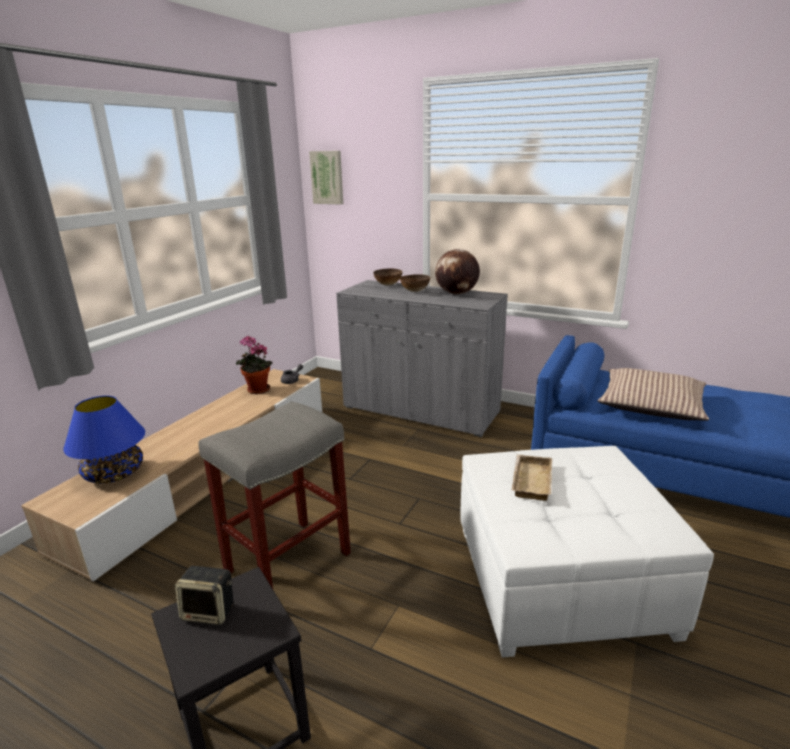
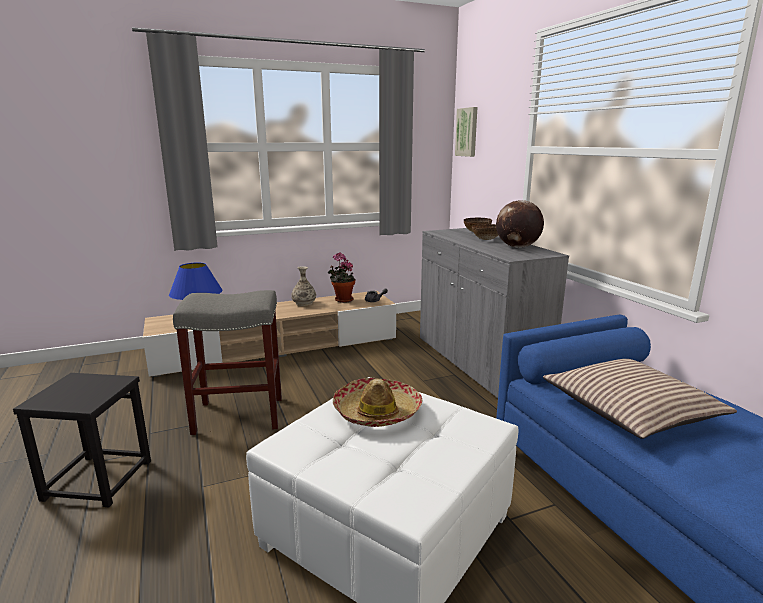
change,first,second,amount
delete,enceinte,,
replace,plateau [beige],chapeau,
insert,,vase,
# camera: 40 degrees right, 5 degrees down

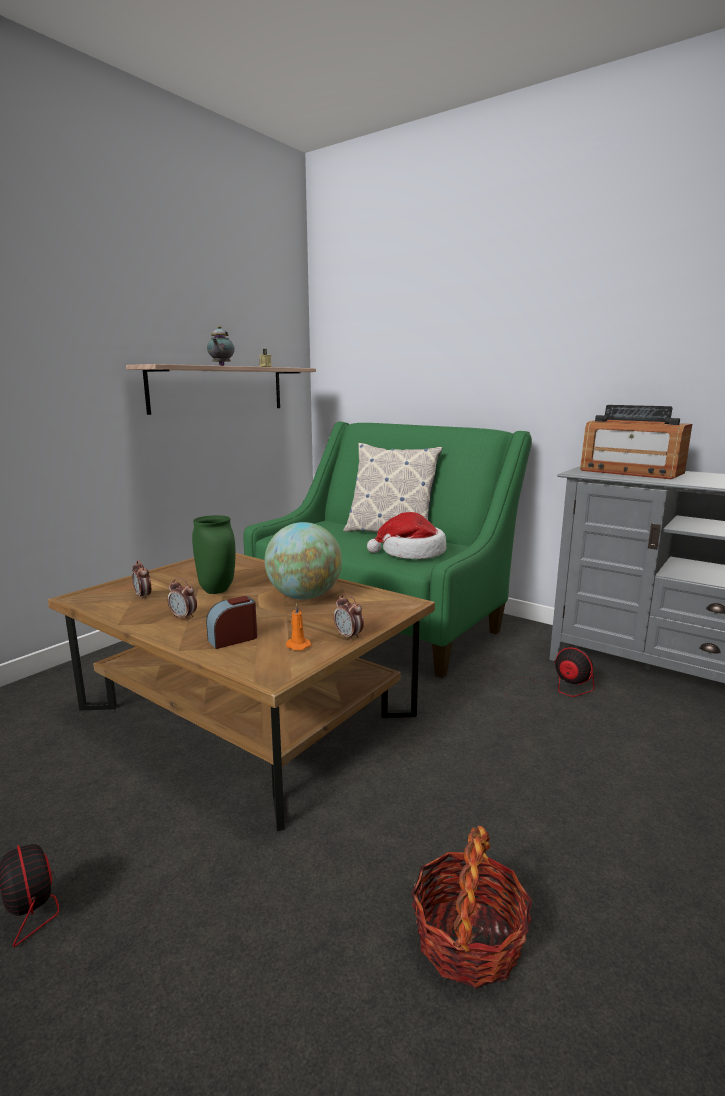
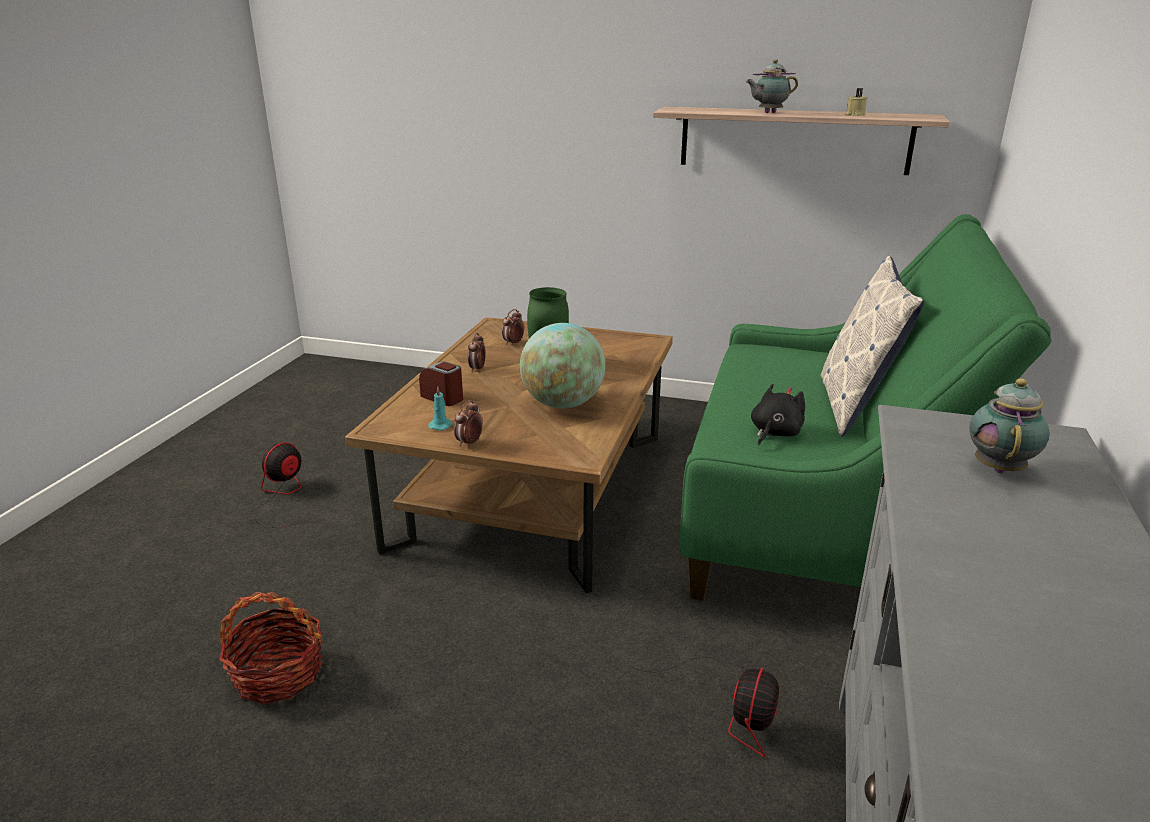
change,first,second,amount
recolor,bougie [orange],bougie [turquoise],
replace,chapeau,peluche [noir],
replace,radio,théière (2nd from left),
# camera: 70 degrees right, 10 degrees up

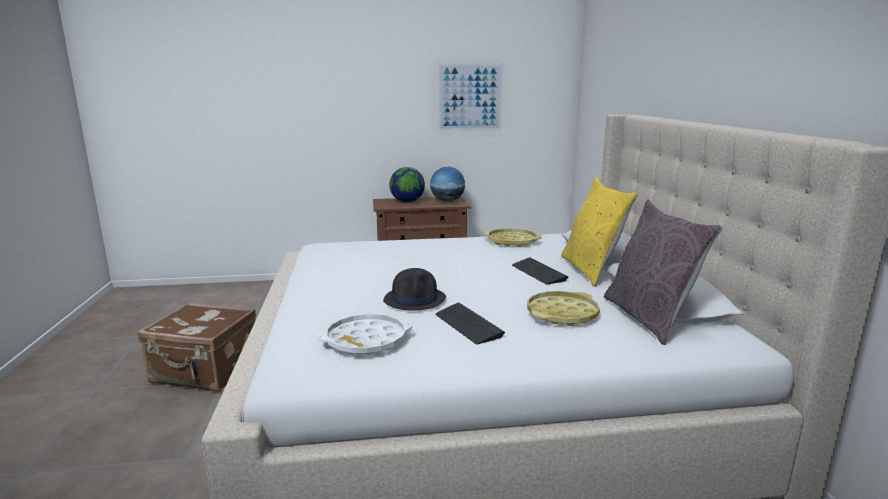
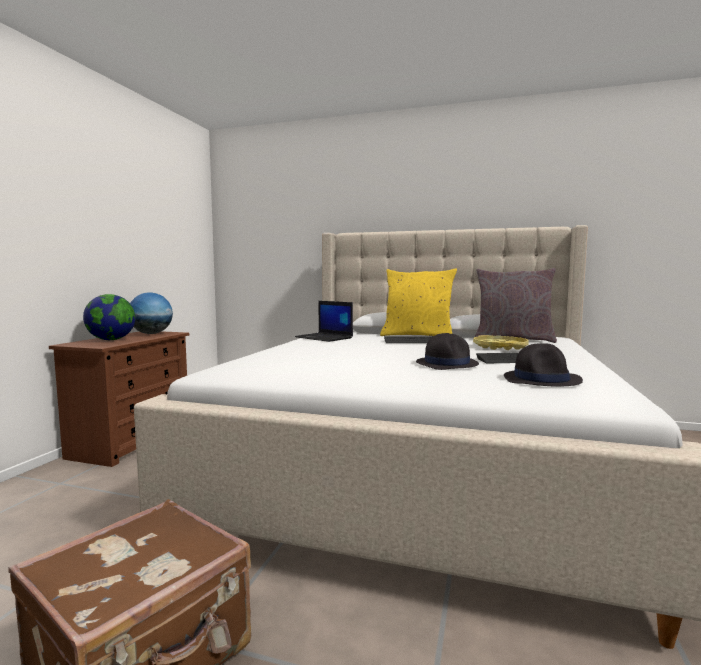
change,first,second,amount
replace,plateau [blanc],chapeau [noir] (2nd from left),
delete,tableau,,
replace,plateau [jaune] (1st from left),ordinateur portable,
# camera: 65 degrees left, 10 degrees down

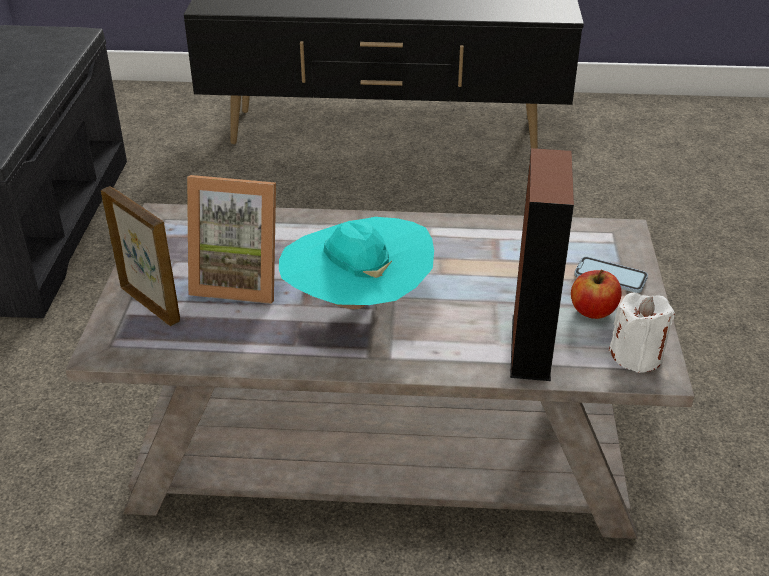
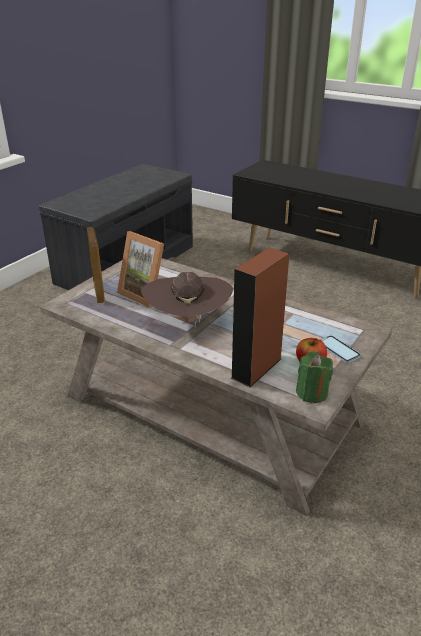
change,first,second,amount
recolor,chapeau [turquoise],chapeau [marron],
recolor,bougie [blanc],bougie [vert],
# camera: 30 degrees right, 5 degrees down

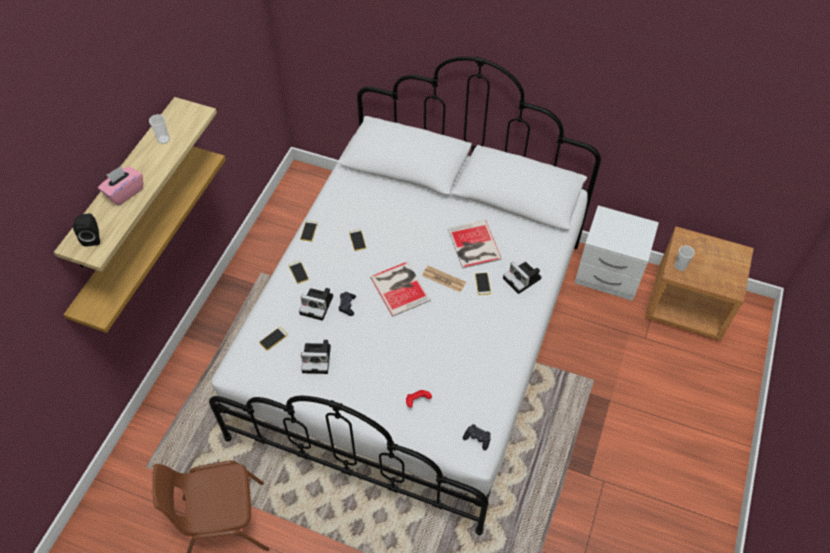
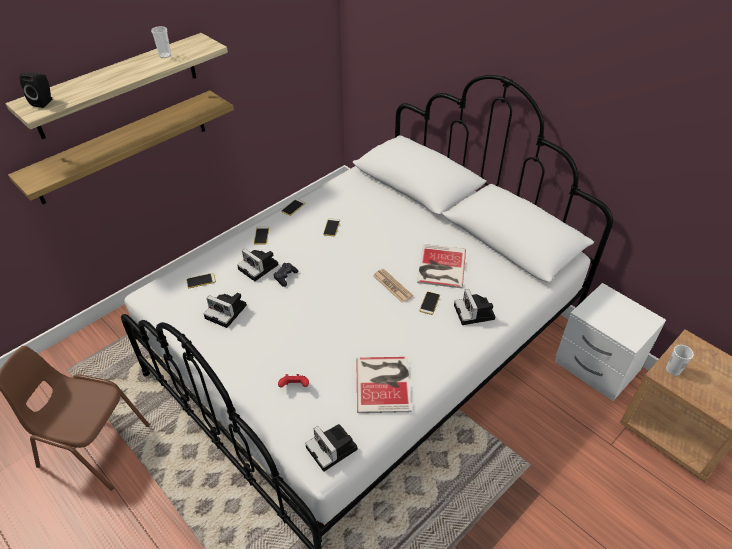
change,first,second,amount
delete,boîte à mouchoirs [rose],,
move,livre (1st from left),,
replace,manette [noir] (2nd from left),appareil photo (3rd from left),
# camera: 25 degrees right, 10 degrees down

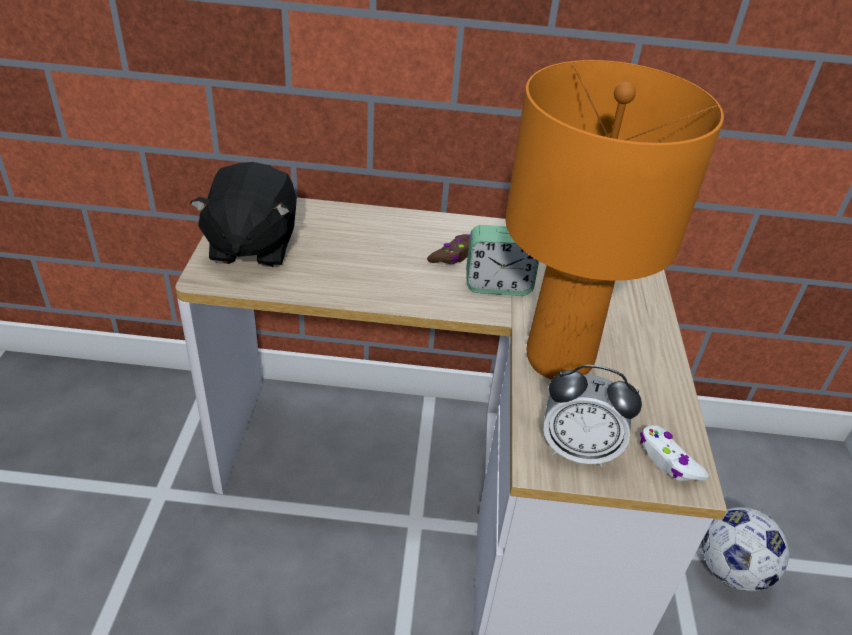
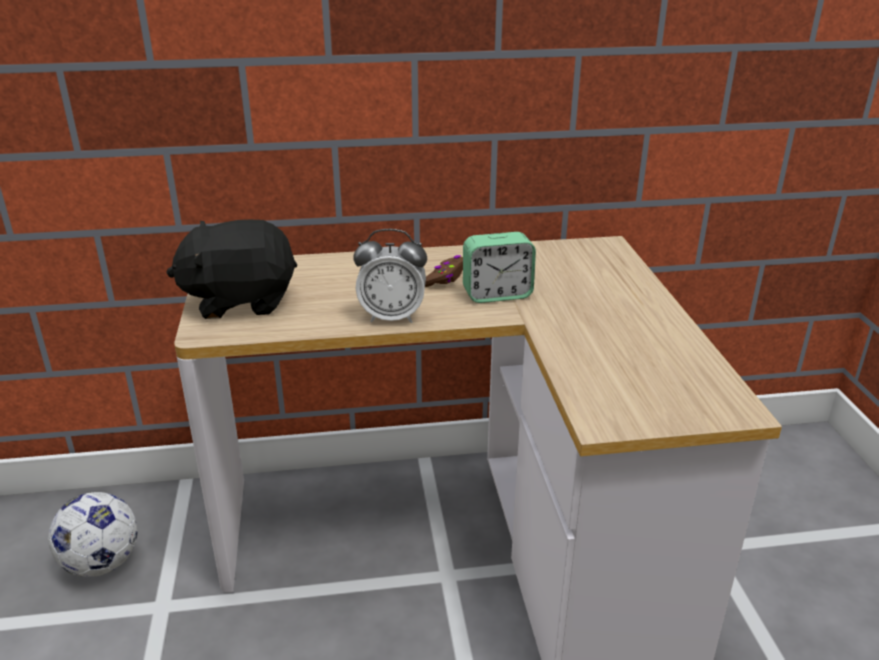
change,first,second,amount
rotate,peluche [noir],,90 degrees clockwise
delete,lampe de table [orange],,
move,réveil (2nd from left in the first image),réveil (1st from left),
delete,manette [blanc],,
move,ballon de foot,,
# camera: 10 degrees left, 10 degrees down

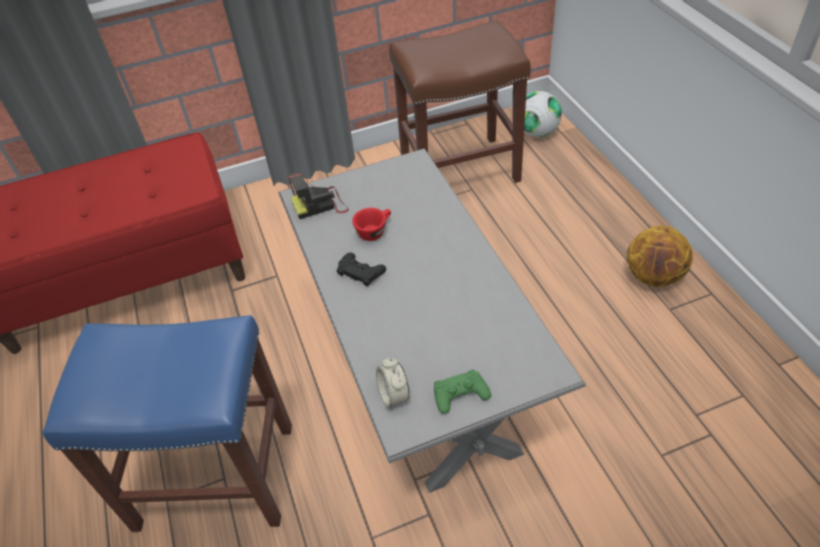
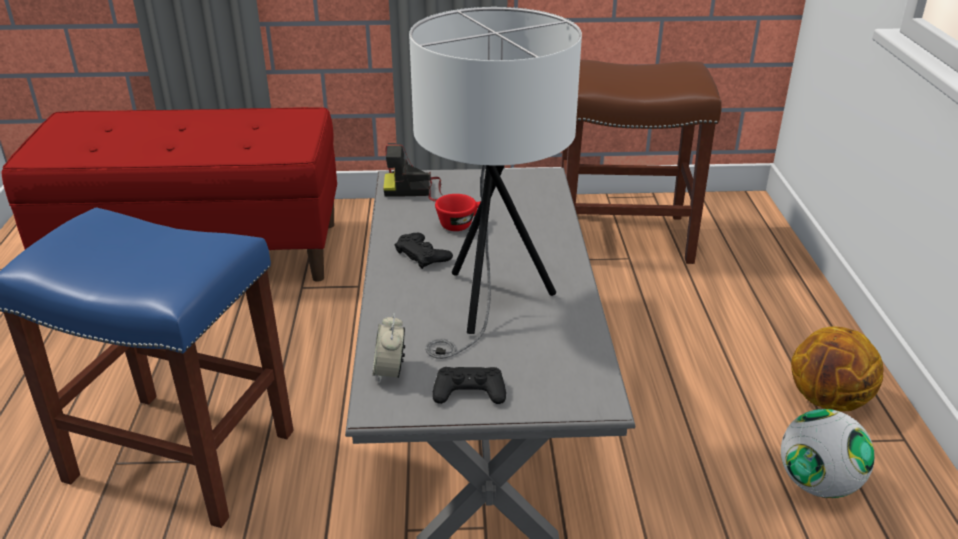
change,first,second,amount
recolor,manette [vert],manette [noir] (2nd from left),
move,ballon de foot,,
insert,,lampe de table [blanc],
# camera: 15 degrees right, 15 degrees down

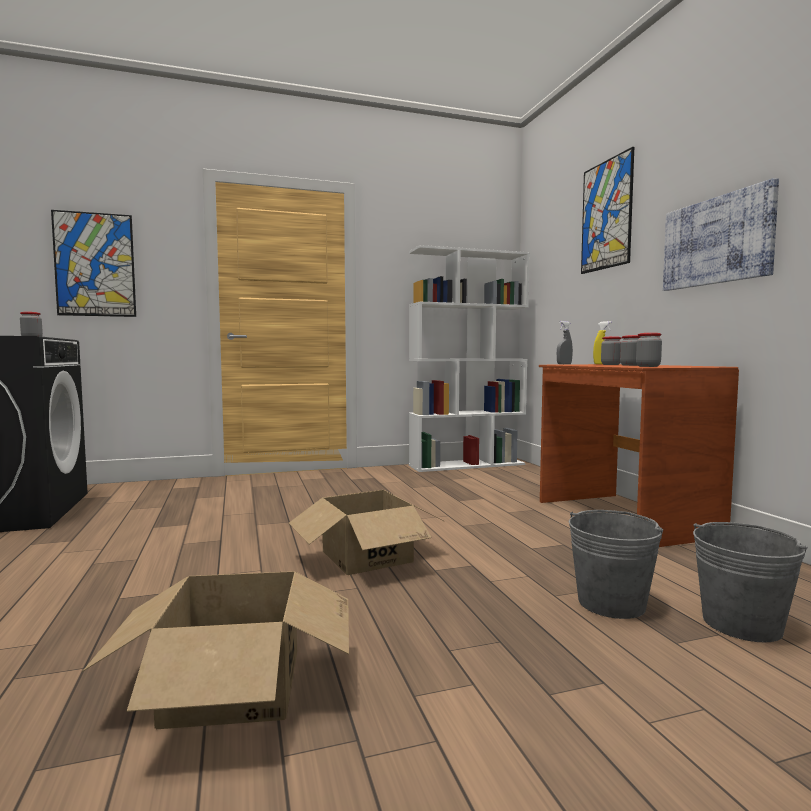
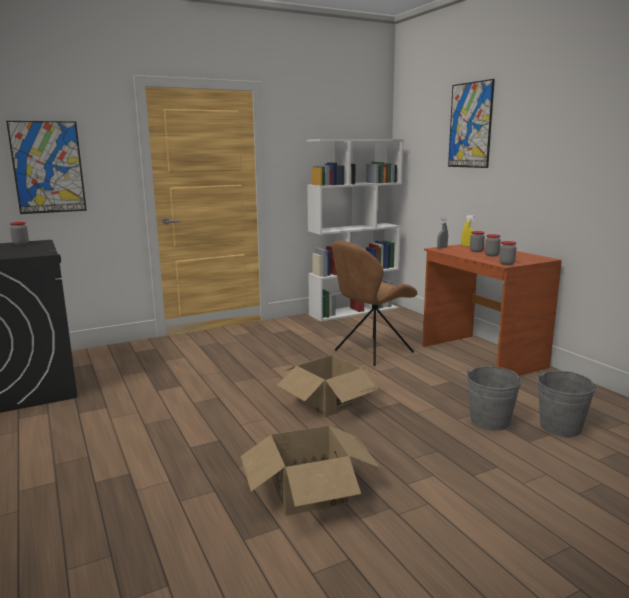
change,first,second,amount
delete,tableau (3rd from left),,
insert,,chaise [marron],
# camera: 10 degrees left, 10 degrees up

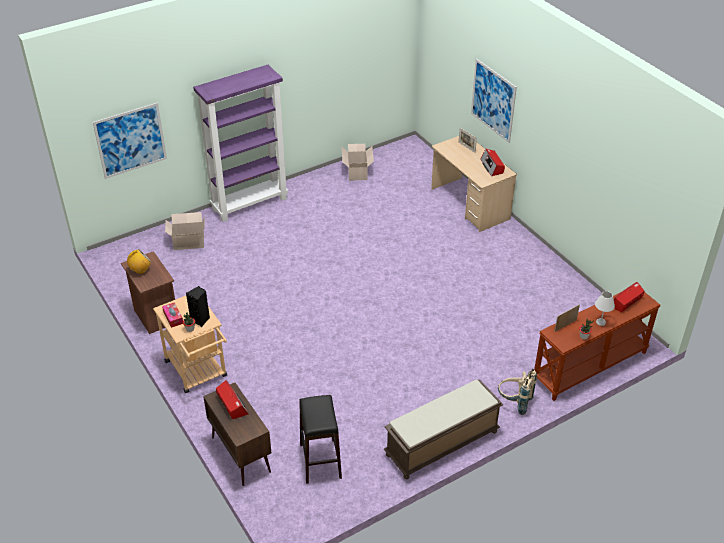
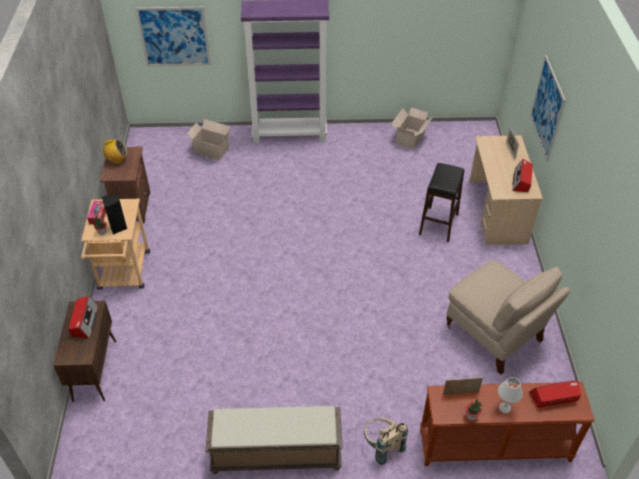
change,first,second,amount
move,tabouret [noir],,
insert,,chaise [beige],
# camera: 30 degrees right, 5 degrees up

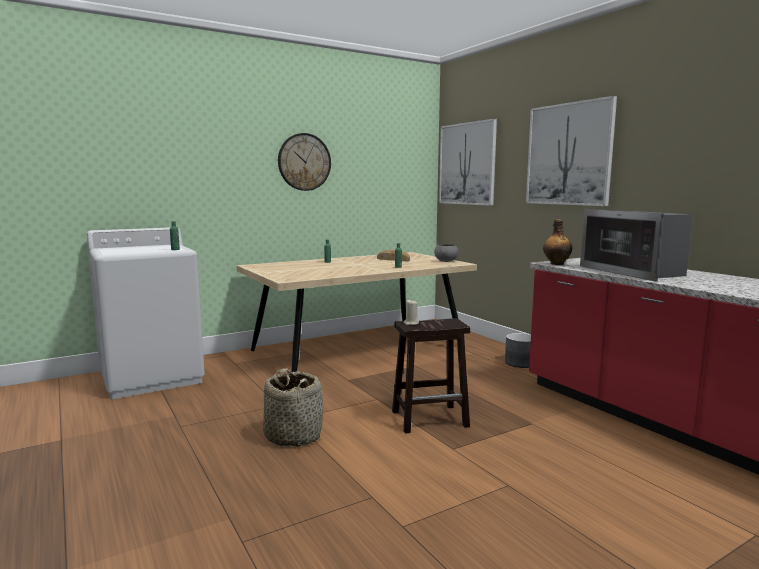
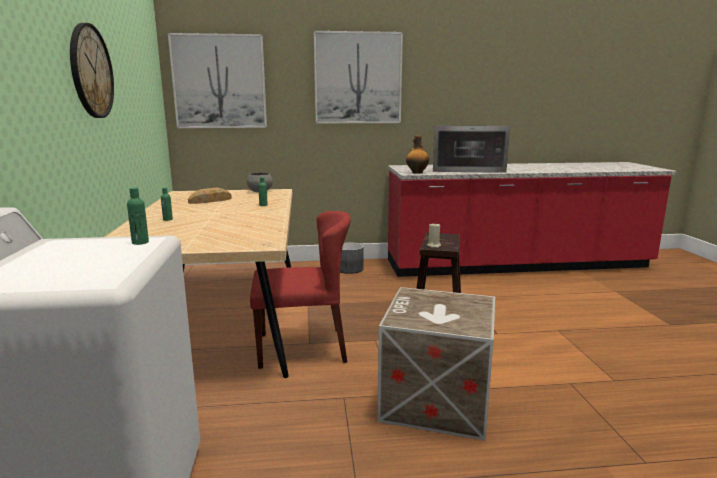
change,first,second,amount
replace,panier,caisse,
insert,,chaise [rouge],
# camera: 65 degrees left, 5 degrees up

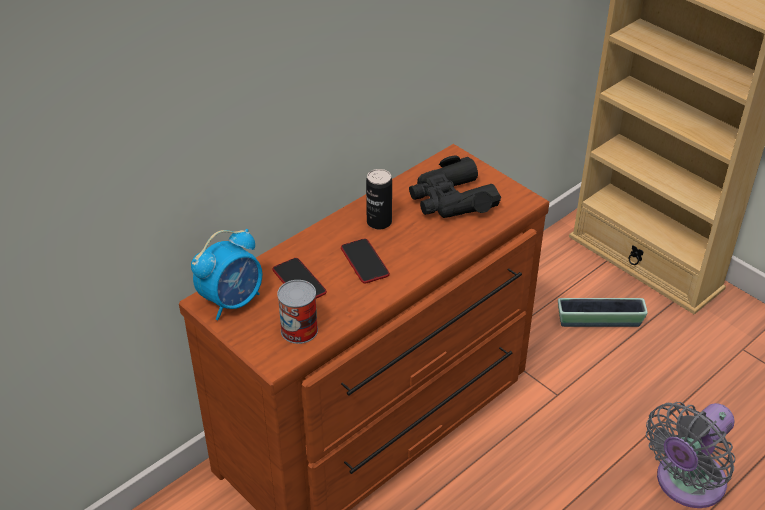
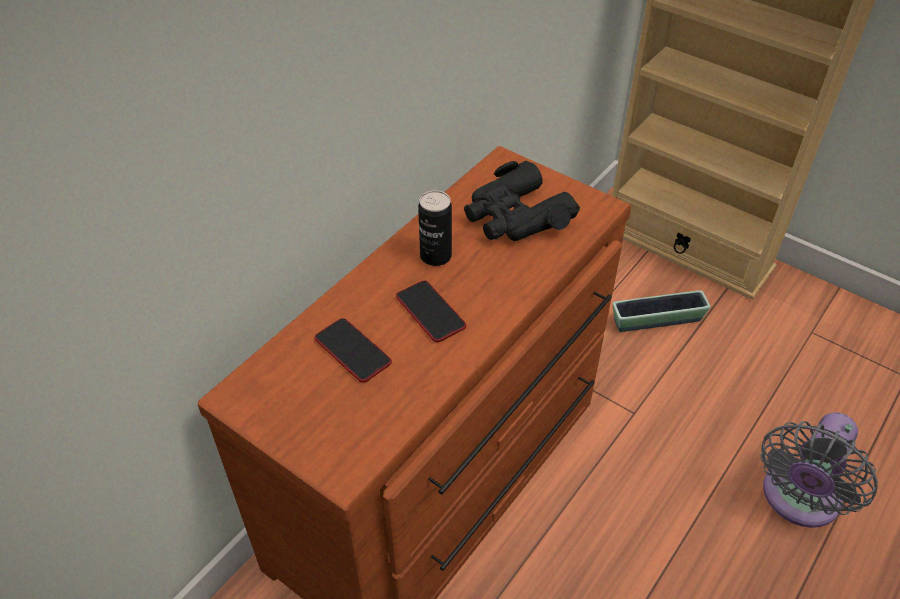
change,first,second,amount
delete,réveil,,
delete,boîte métallique (1st from left),,
# camera: 10 degrees left, 5 degrees up

